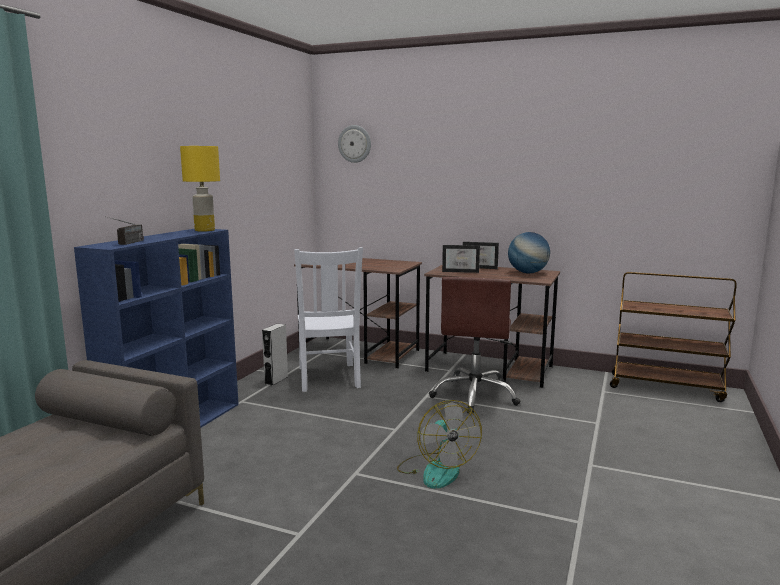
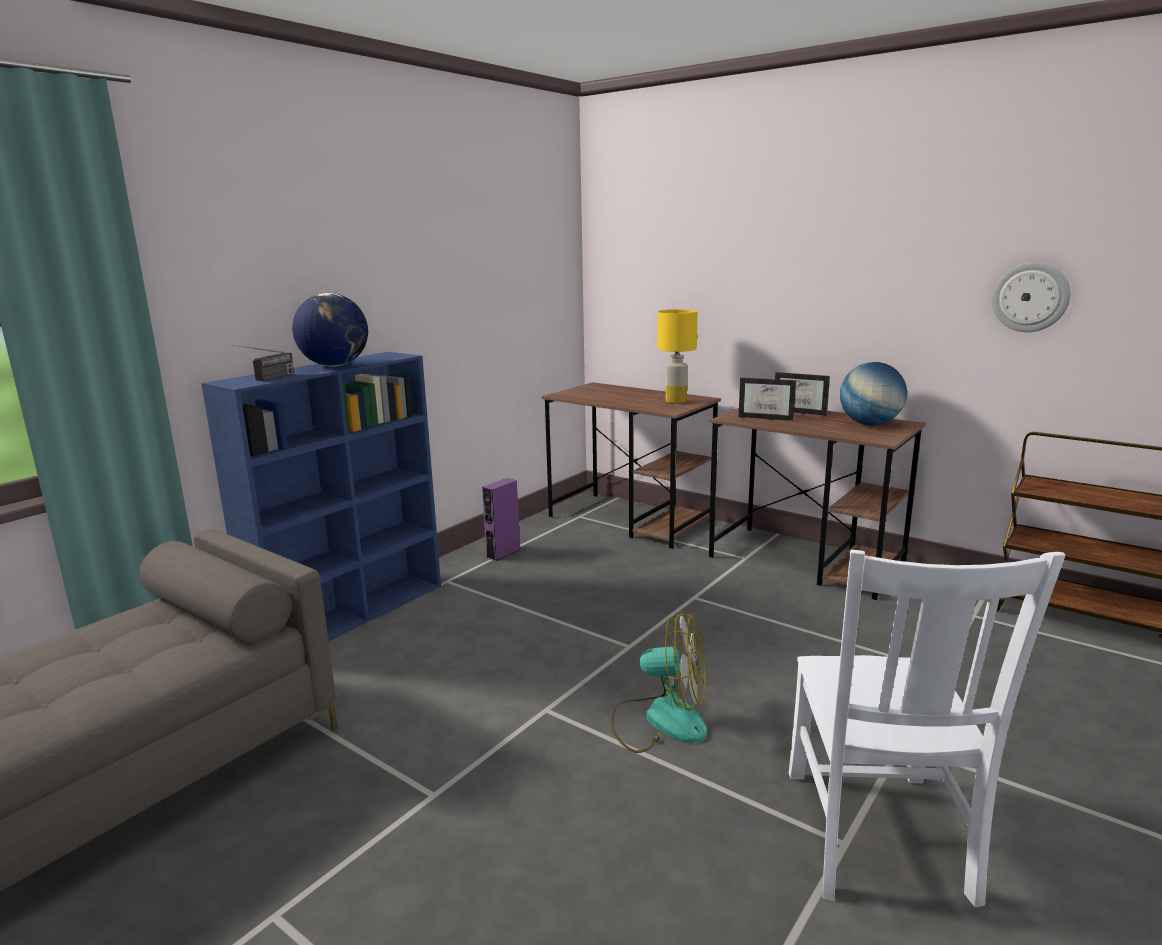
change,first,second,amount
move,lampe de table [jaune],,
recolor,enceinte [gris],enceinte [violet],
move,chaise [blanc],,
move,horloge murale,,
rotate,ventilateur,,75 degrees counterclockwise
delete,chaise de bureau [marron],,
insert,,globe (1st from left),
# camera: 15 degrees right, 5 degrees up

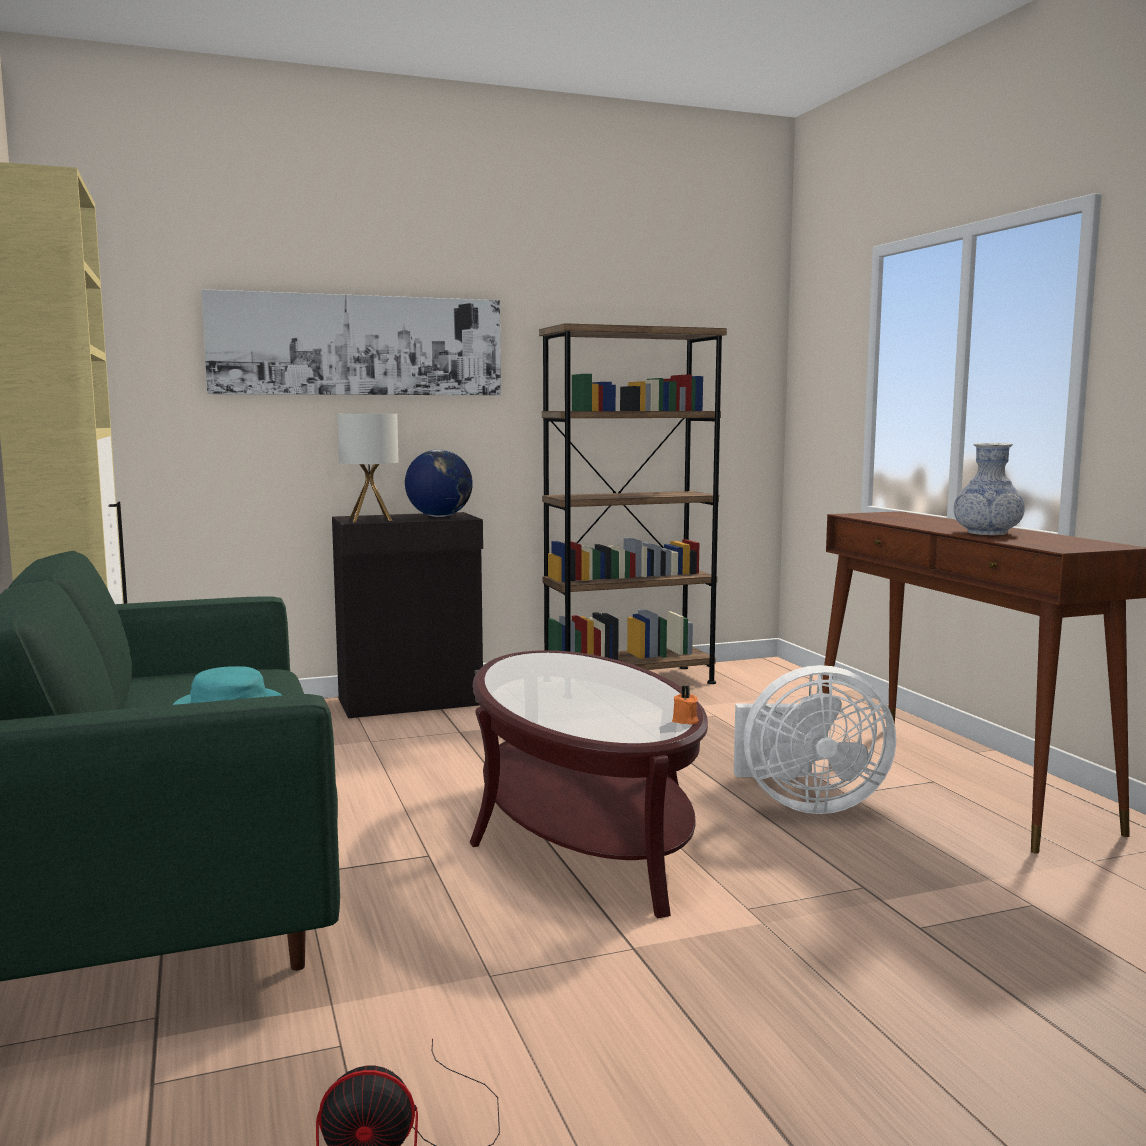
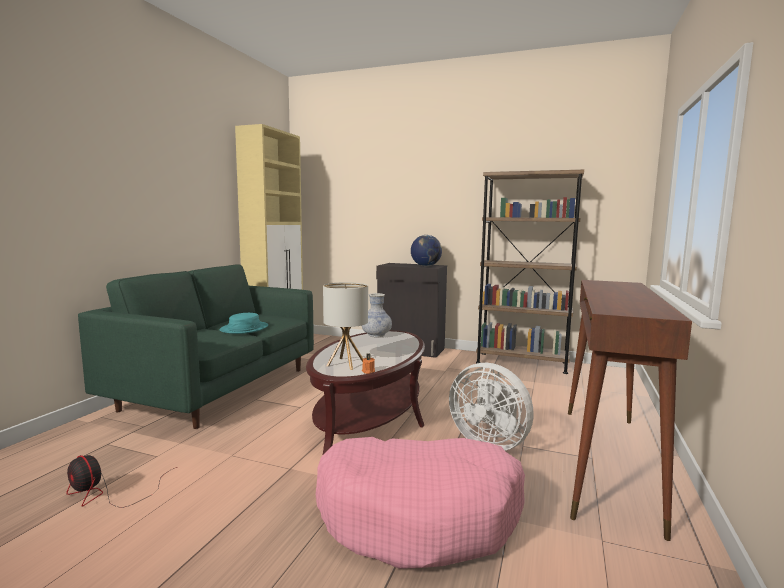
change,first,second,amount
delete,tableau,,
move,lampe de table,,
move,vase,,
insert,,panier pour chien [rose],
# camera: 40 degrees right, 0 degrees up

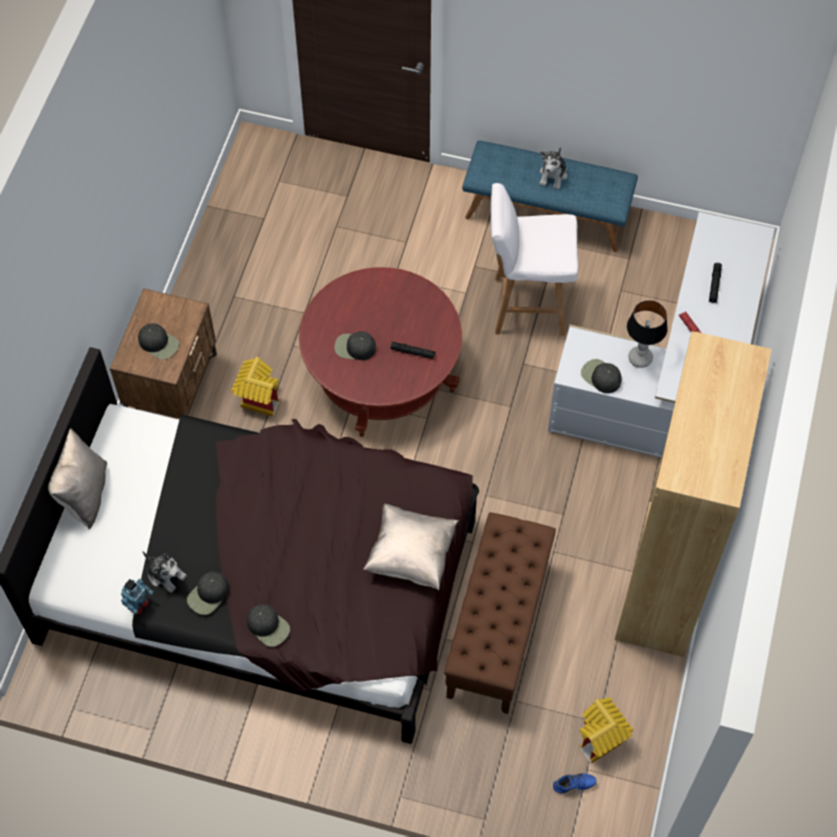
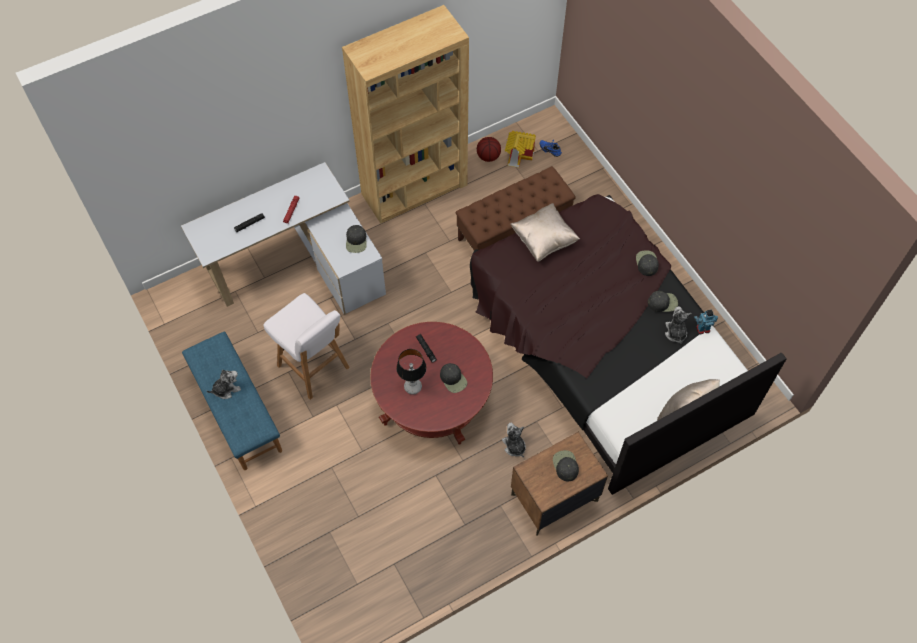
change,first,second,amount
replace,maison miniature (1st from left),peluche (2nd from left),
move,lampe de table,,
insert,,ballon de basket,
# camera: 135 degrees left, 0 degrees up

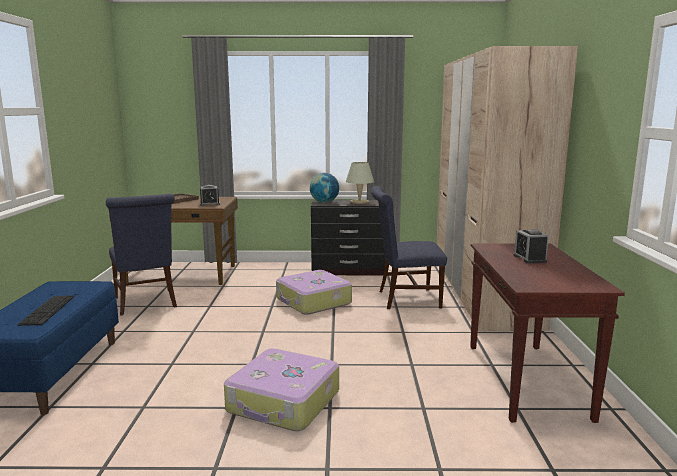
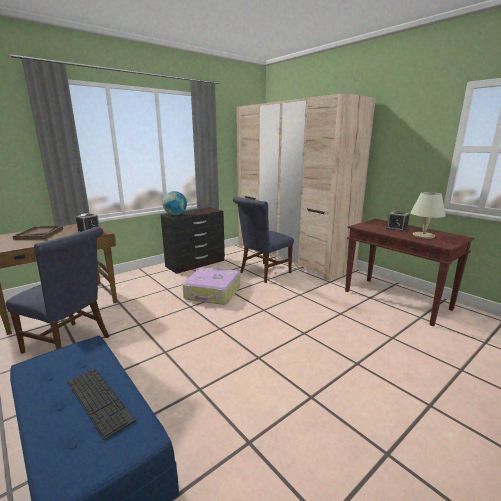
change,first,second,amount
delete,valise (1st from left),,
move,lampe de table [beige],,
# camera: 40 degrees left, 5 degrees up

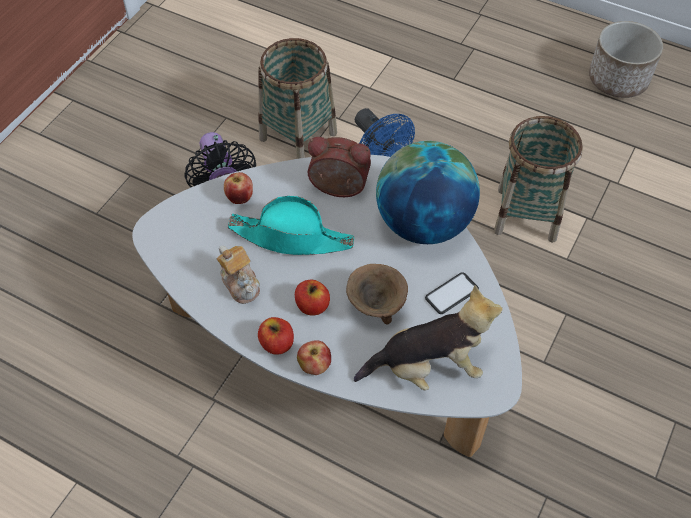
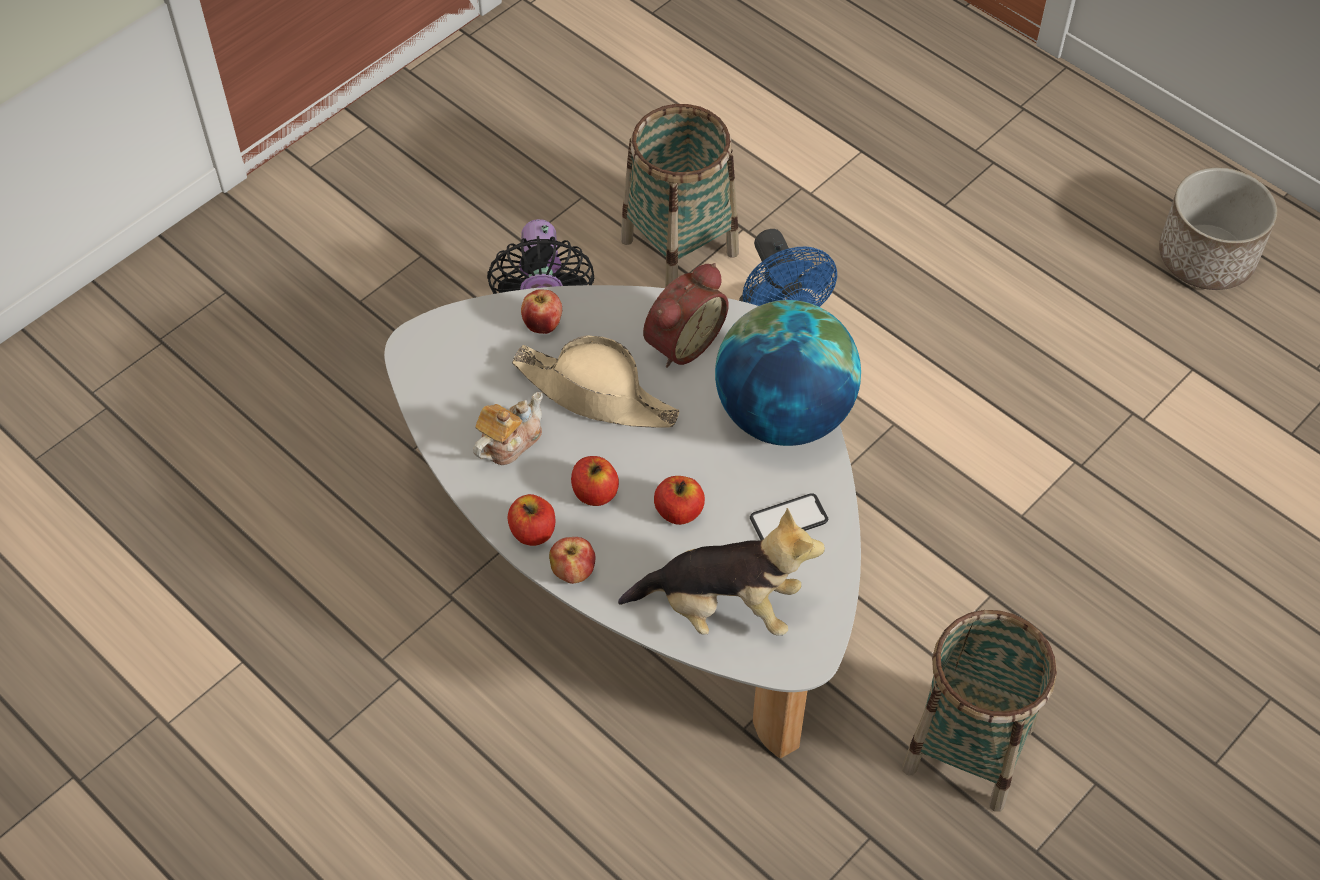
change,first,second,amount
rotate,théière,,120 degrees counterclockwise
recolor,chapeau [turquoise],chapeau [beige],
rotate,réveil,,105 degrees clockwise
replace,bol [marron],pomme (5th from left),
move,panier (2nd from left),,
# camera: 15 degrees right, 0 degrees up

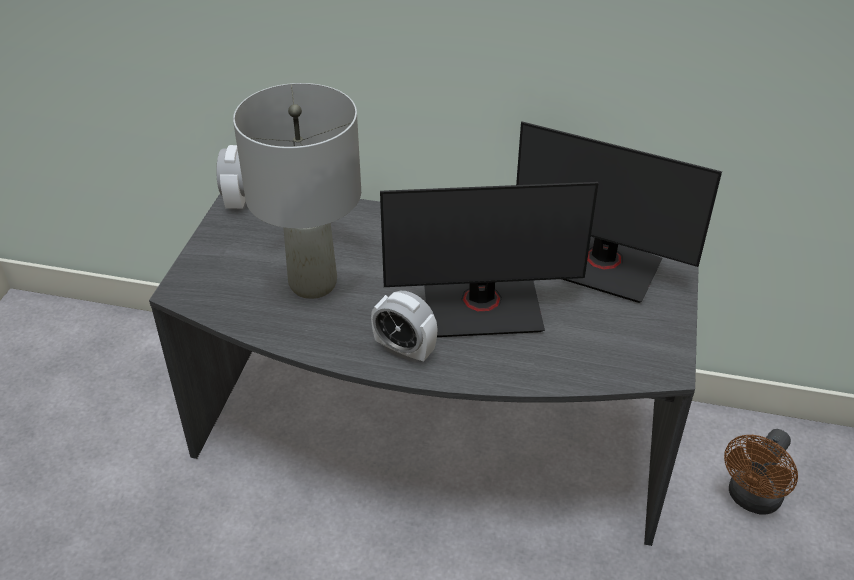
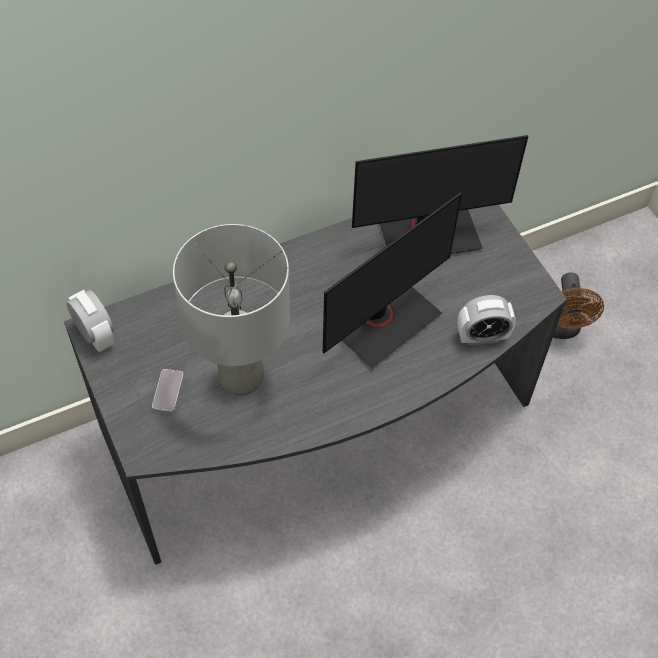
change,first,second,amount
move,réveil (2nd from left),,
insert,,téléphone,
# camera: 40 degrees left, 15 degrees up

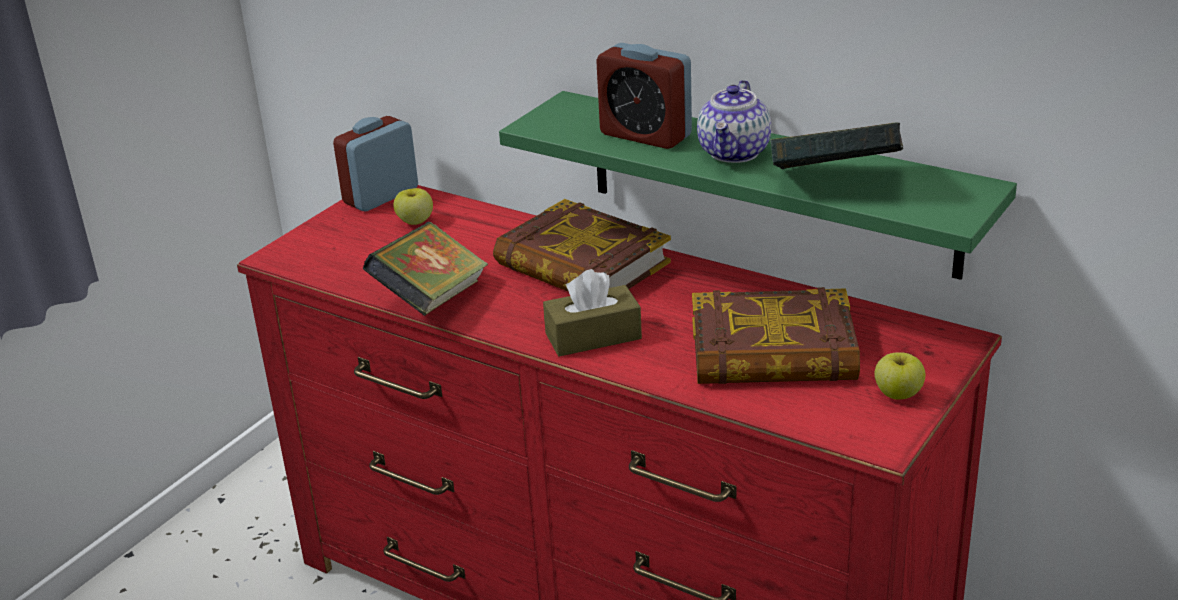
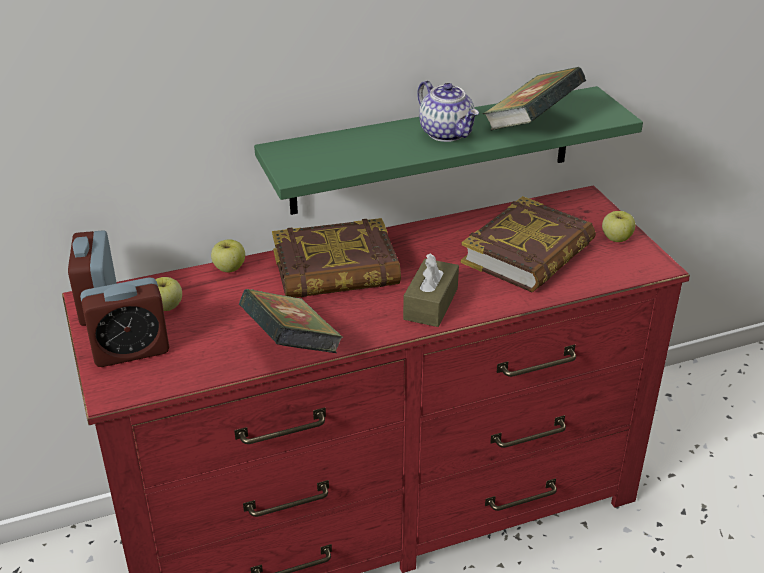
change,first,second,amount
move,réveil (2nd from left),,
insert,,pomme (2nd from left),
# camera: 55 degrees left, 5 degrees up

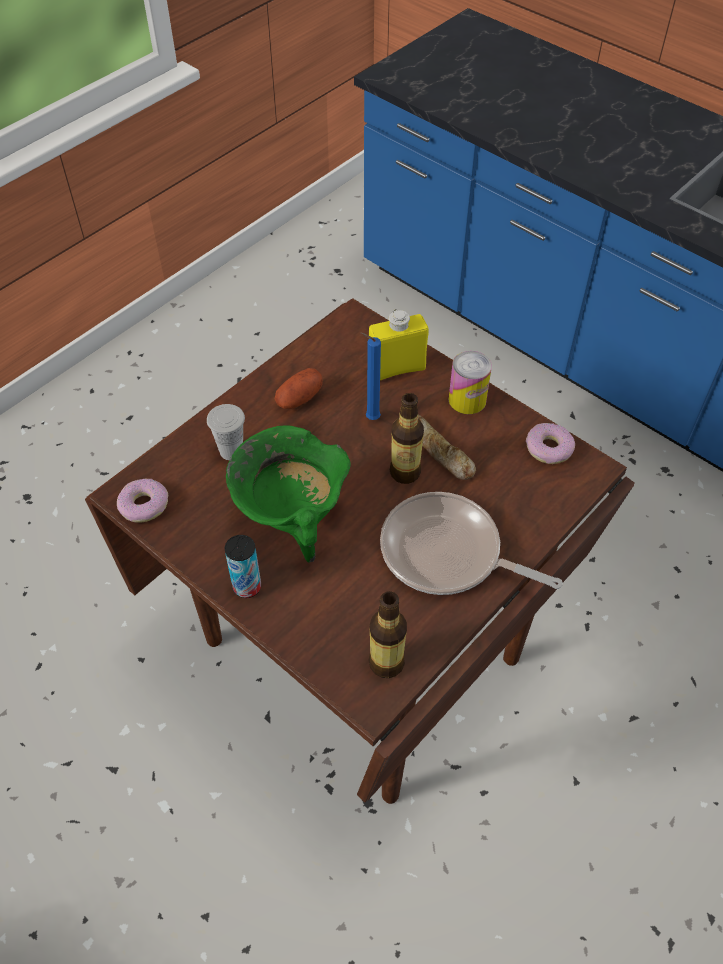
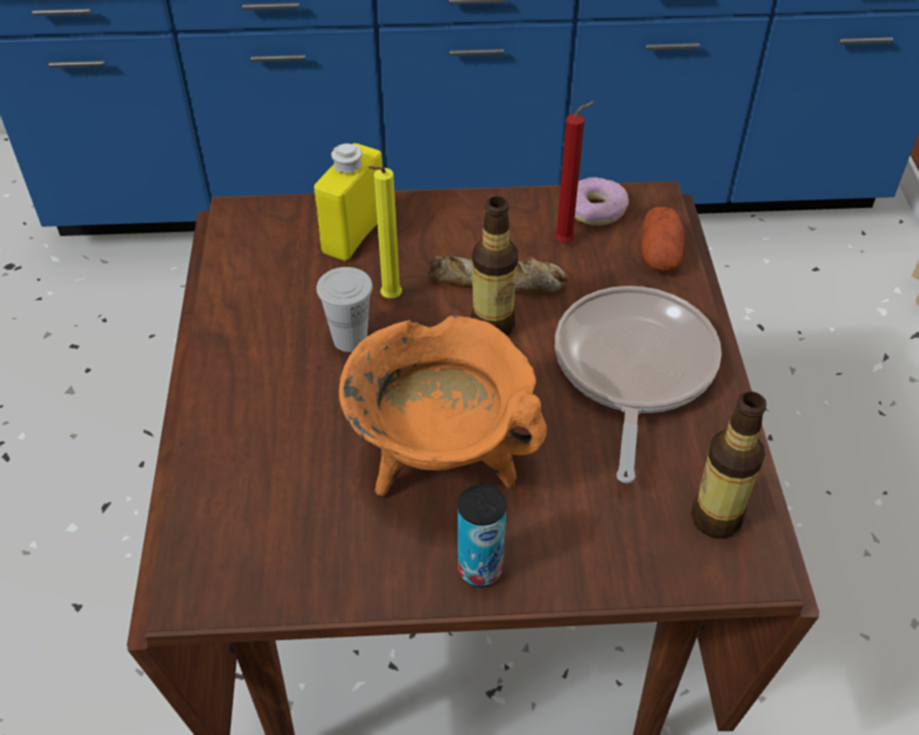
change,first,second,amount
delete,beignet (1st from left),,
move,tasse [blanc],,
recolor,marmite [vert],marmite [orange],
move,pomme de terre,,
recolor,bougie [bleu],bougie [jaune],
rotate,poêle,,120 degrees clockwise
delete,boîte métallique (2nd from left),,
insert,,bougie [rouge],
# camera: 45 degrees left, 5 degrees down

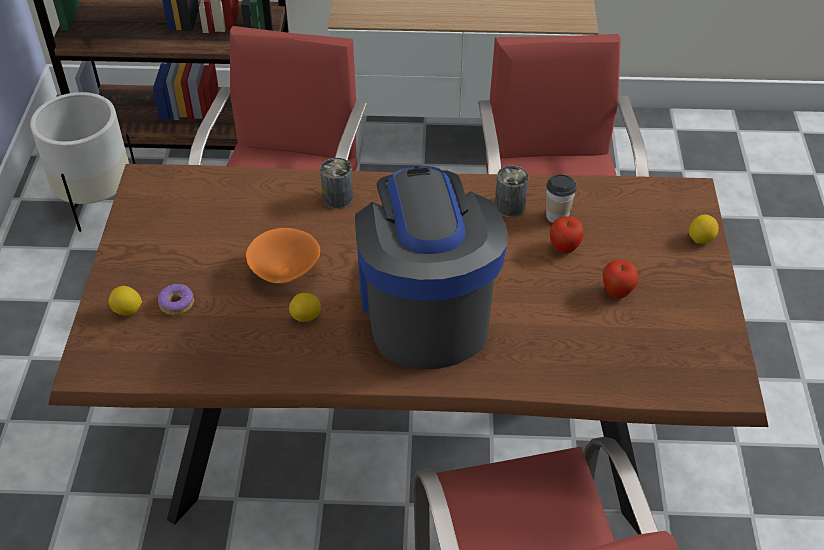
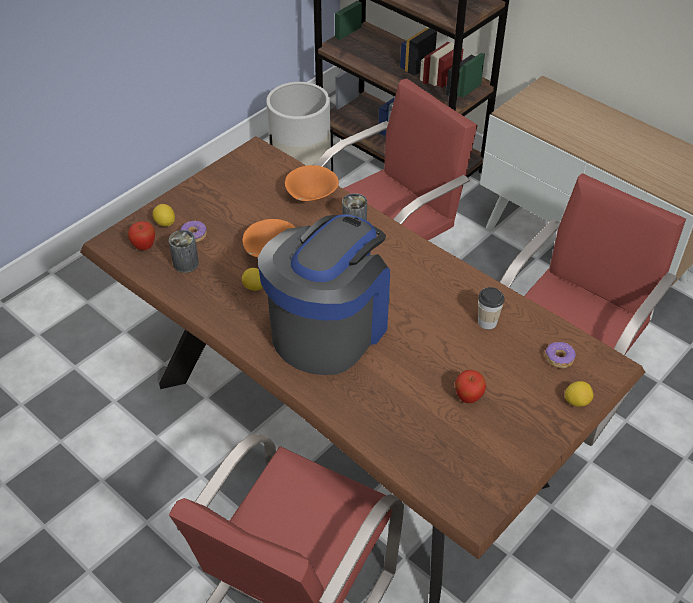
change,first,second,amount
move,boîte métallique (2nd from left in the first image),boîte métallique (1st from left),
move,pomme (1st from left),,
insert,,bol [orange] (2nd from left),
insert,,beignet (2nd from left),
# camera: 40 degrees right, 0 degrees up

